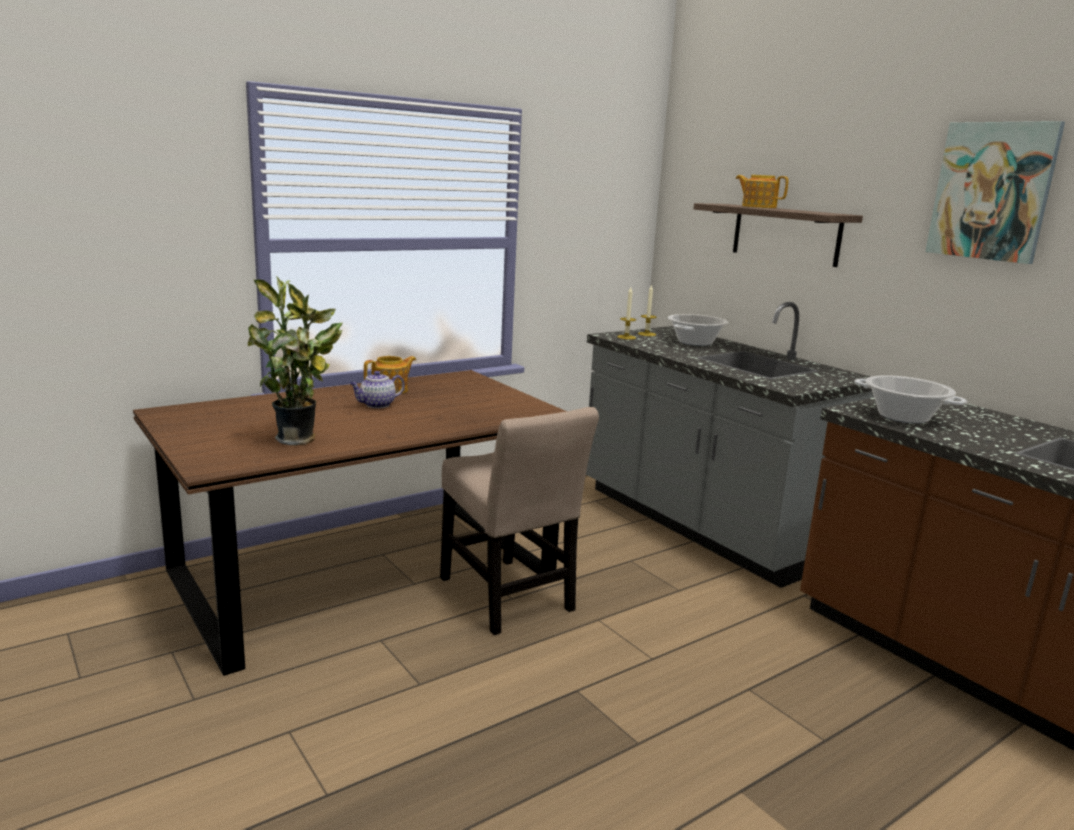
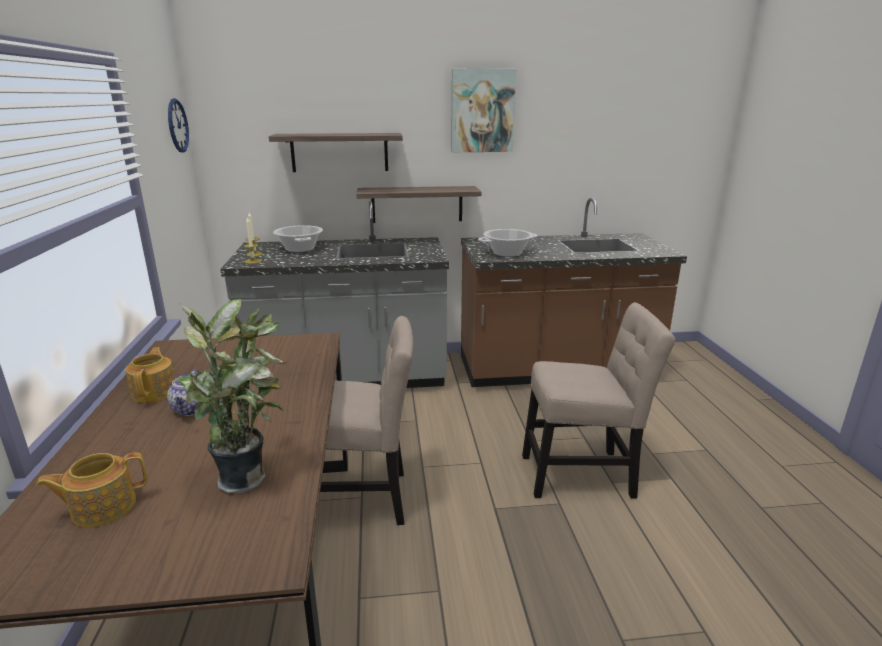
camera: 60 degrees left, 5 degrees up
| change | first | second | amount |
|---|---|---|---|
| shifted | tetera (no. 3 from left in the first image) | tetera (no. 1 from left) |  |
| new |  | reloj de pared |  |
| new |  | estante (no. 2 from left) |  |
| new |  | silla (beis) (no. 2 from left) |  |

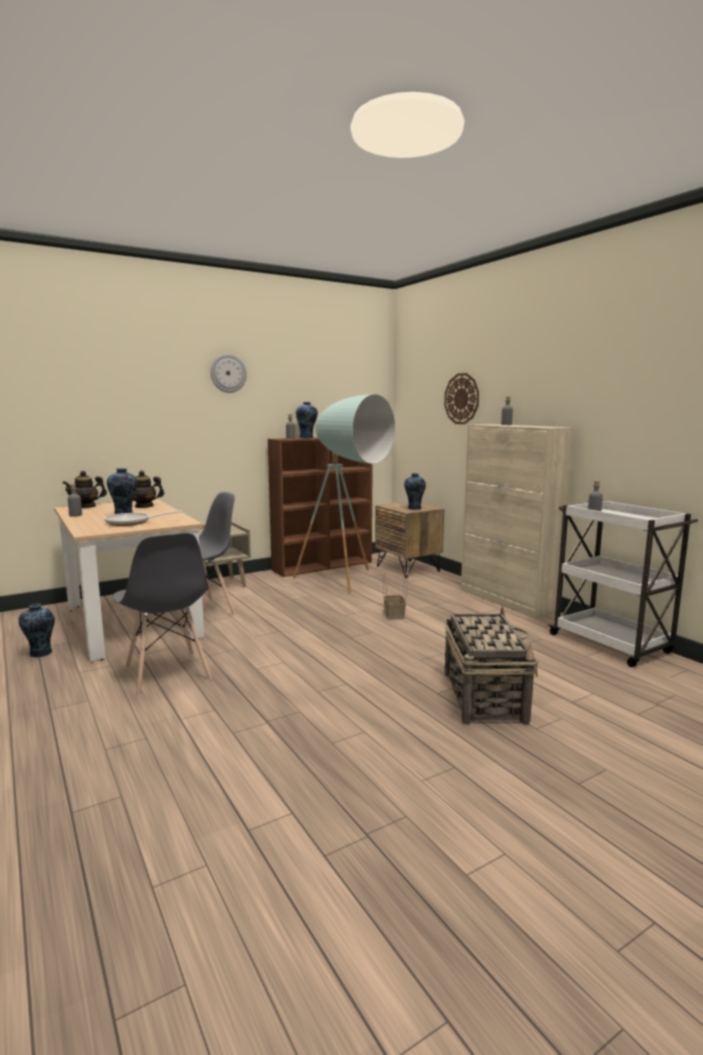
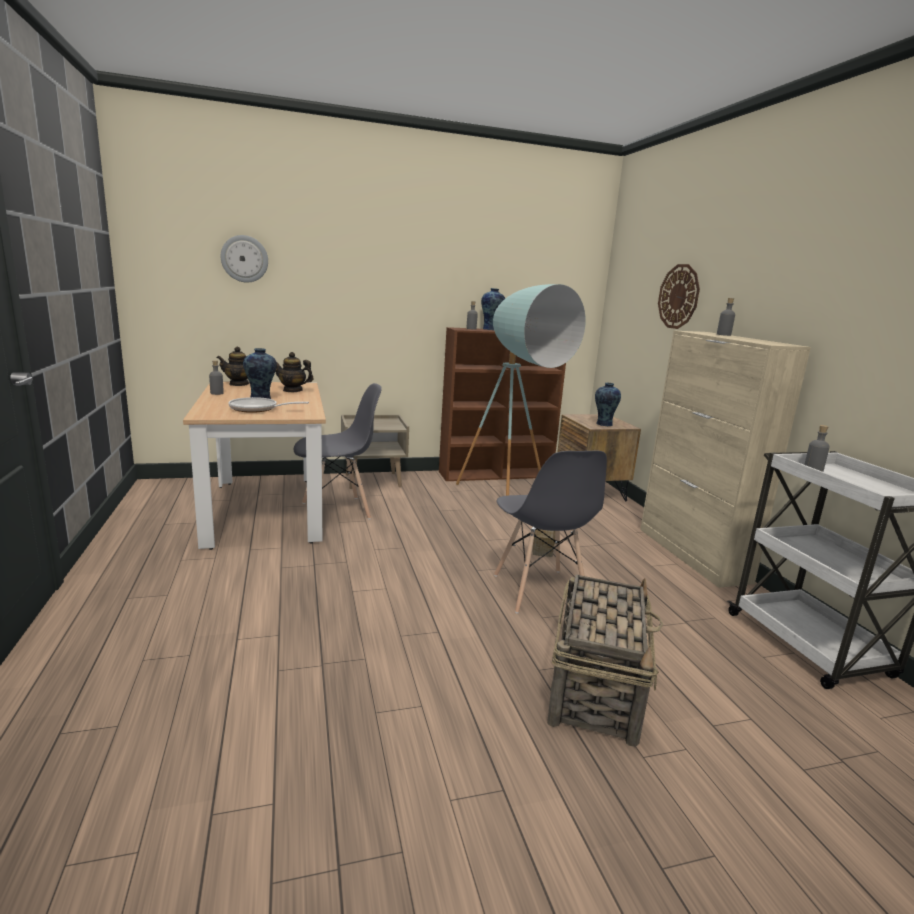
camera: 15 degrees right, 5 degrees up
| change | first | second | amount |
|---|---|---|---|
| gone | florero (no. 1 from left) |  |  |
| shifted | silla (gris) (no. 1 from left in the first image) | silla (gris) (no. 2 from left) |  |
| shifted | reloj de pared (no. 1 from left) |  |  |

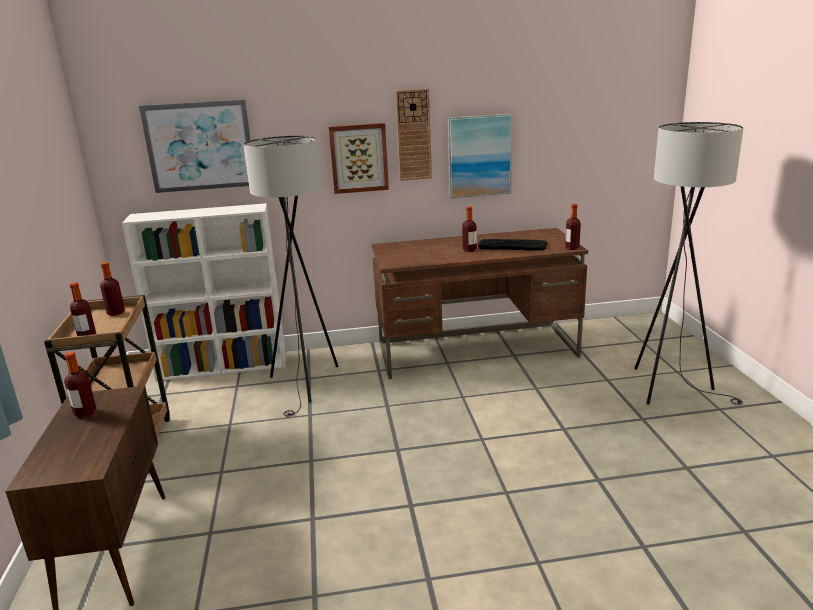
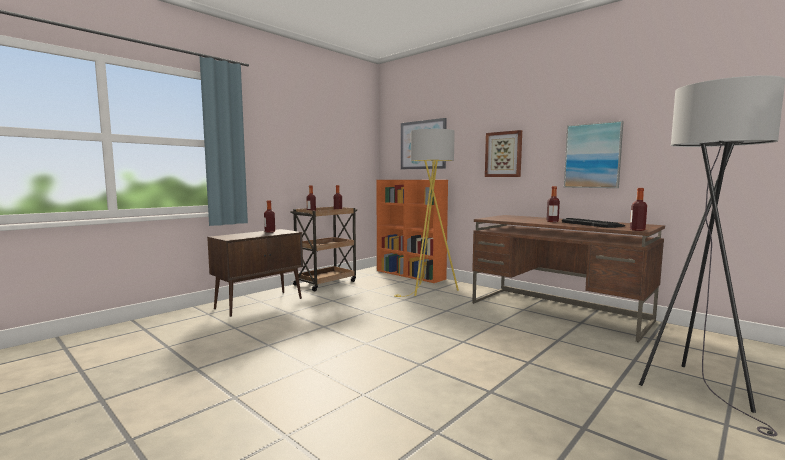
camera: 50 degrees right, 15 degrees down
| change | first | second | amount |
|---|---|---|---|
| repainted | estantería (blanco) | estantería (naranja) |  |
| repainted | lámpara de pie (gris) (no. 1 from left) | lámpara de pie (amarillo) |  |
| gone | reloj de pared |  |  |

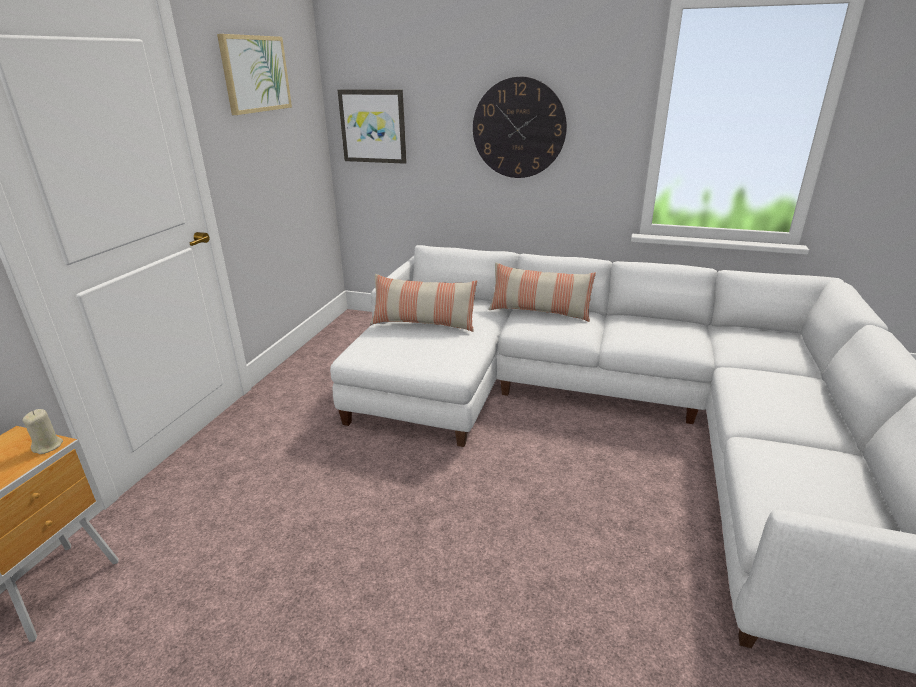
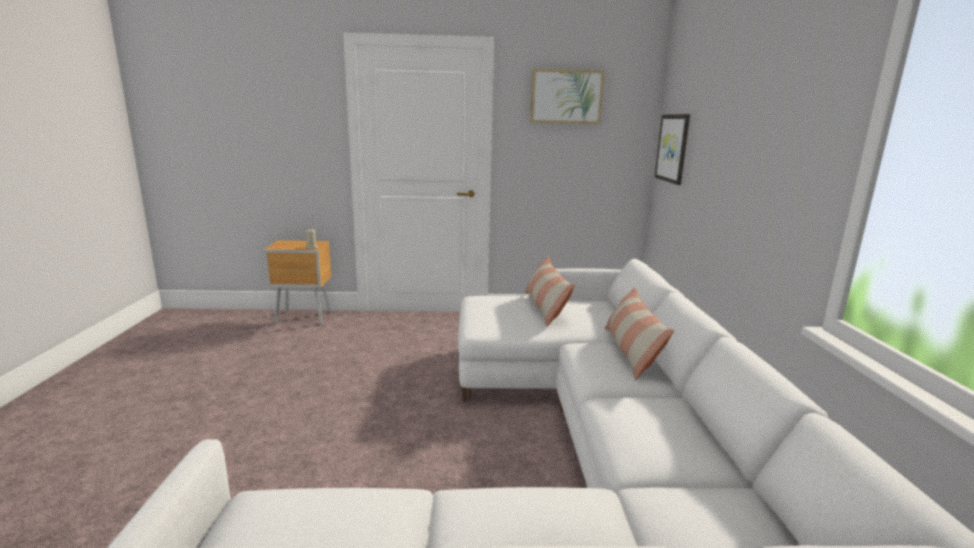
camera: 70 degrees right, 10 degrees down
| change | first | second | amount |
|---|---|---|---|
| gone | reloj de pared |  |  |

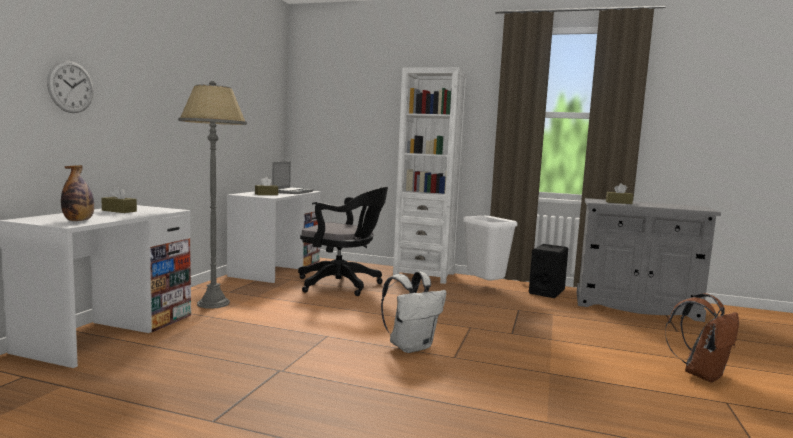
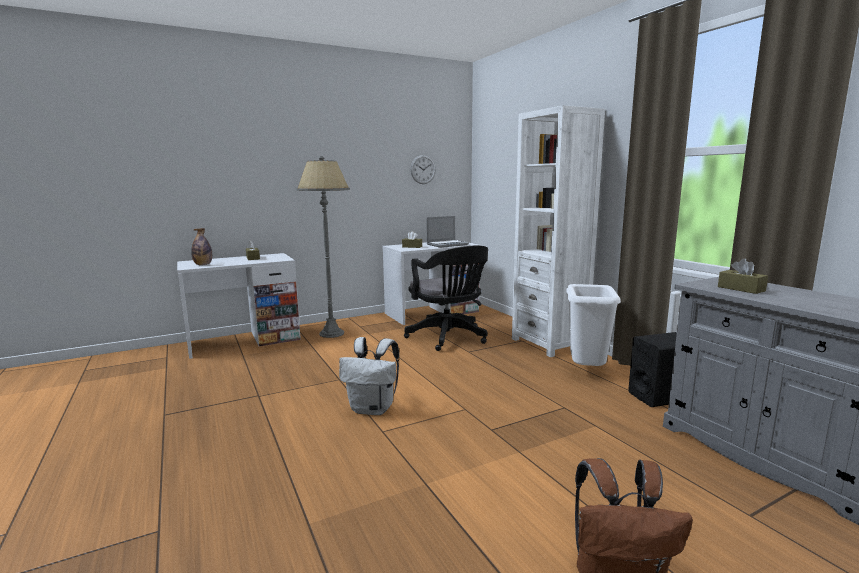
camera: 45 degrees right, 5 degrees up
| change | first | second | amount |
|---|---|---|---|
| shifted | reloj de pared |  |  |

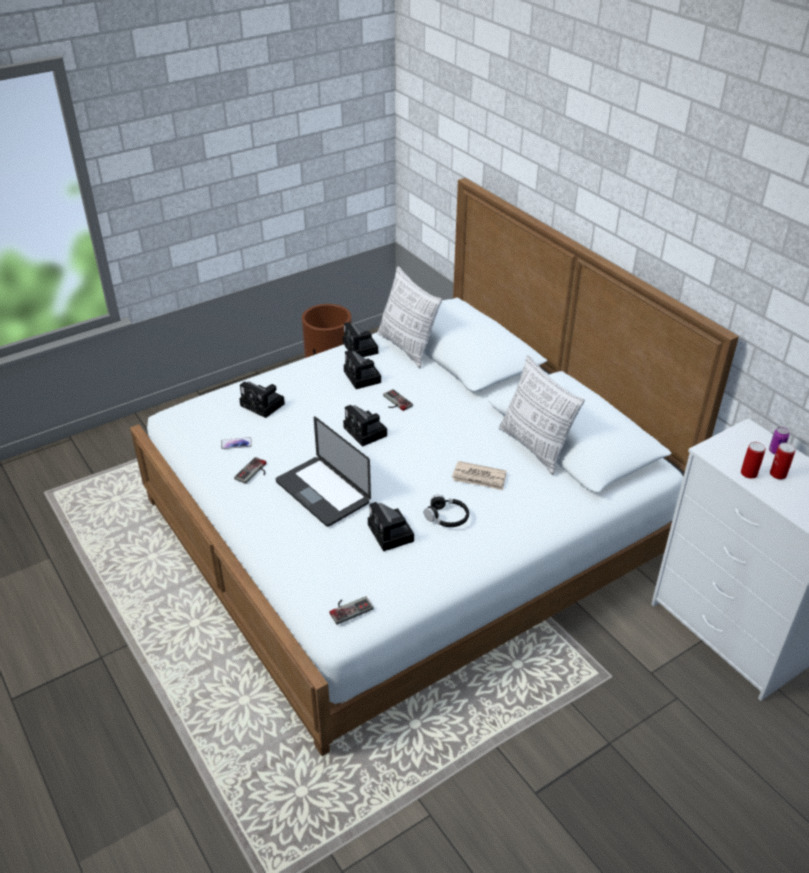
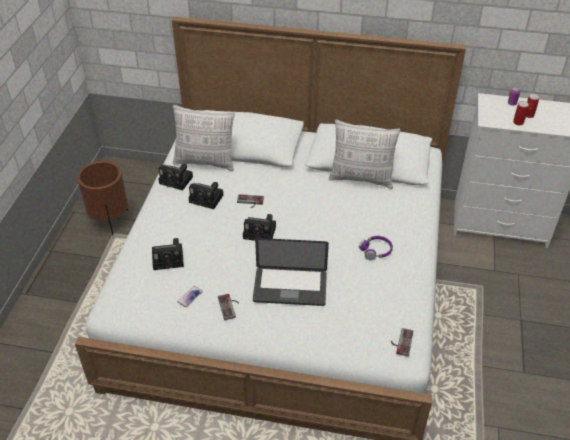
camera: 45 degrees left, 5 degrees up
| change | first | second | amount |
|---|---|---|---|
| gone | cámara (no. 5 from left) |  |  |
| repainted | auriculares (negro) | auriculares (morado) |  |
| gone | periódico |  |  |

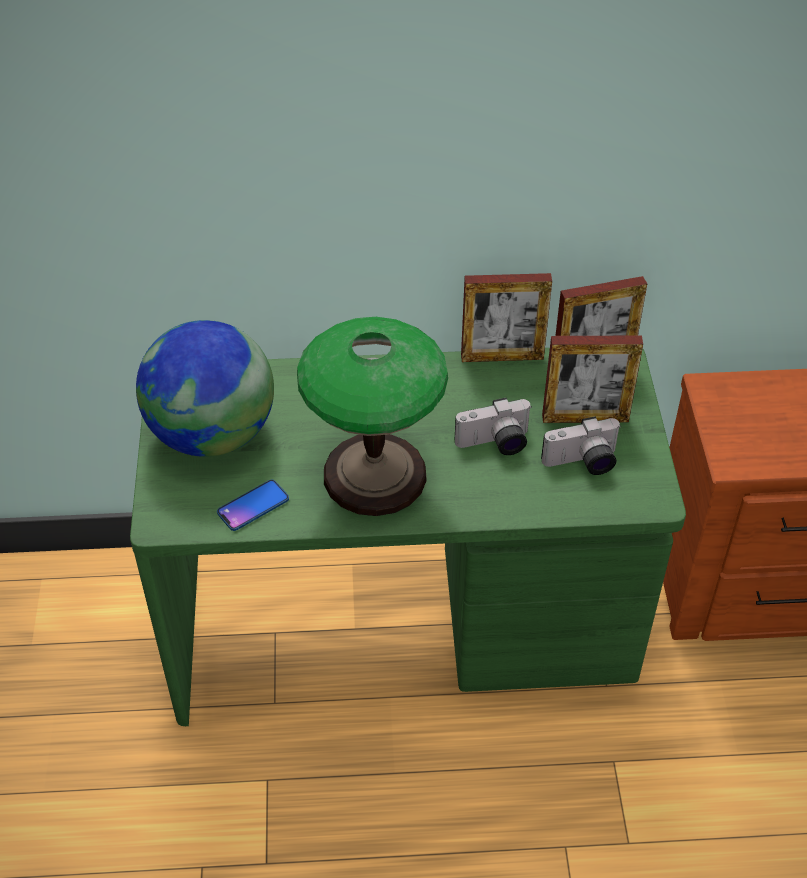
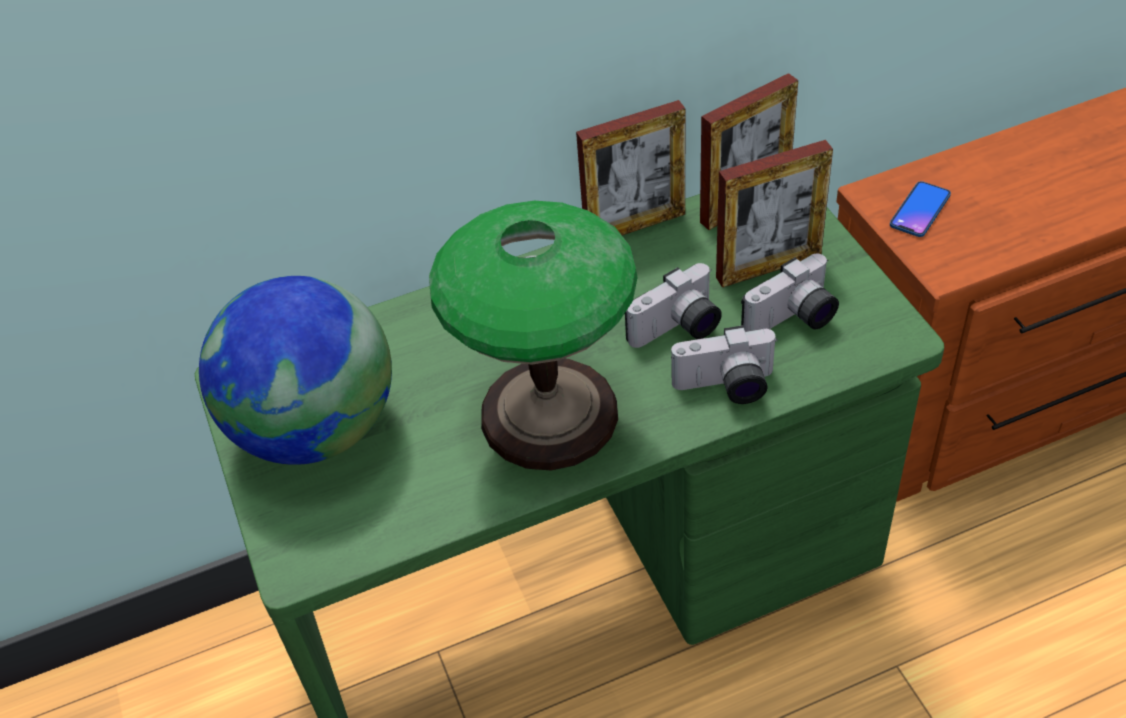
camera: 15 degrees left, 0 degrees up
| change | first | second | amount |
|---|---|---|---|
| shifted | móvil |  |  |
| new |  | cámara (no. 2 from left) |  |

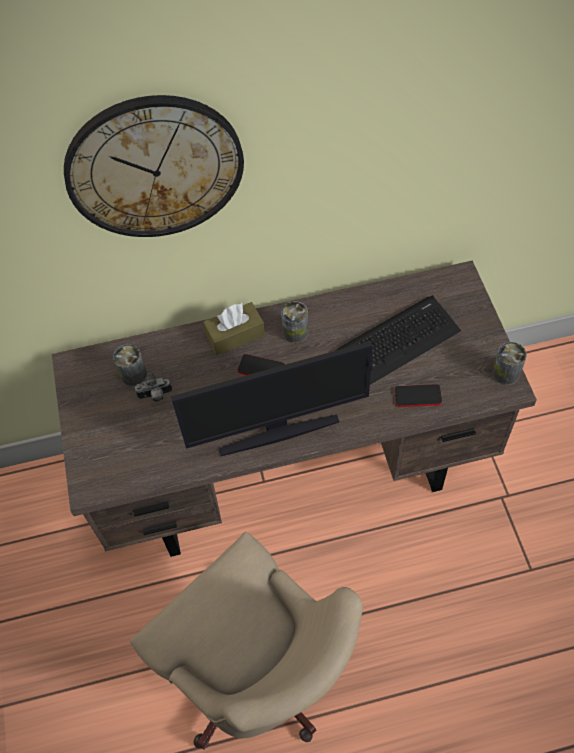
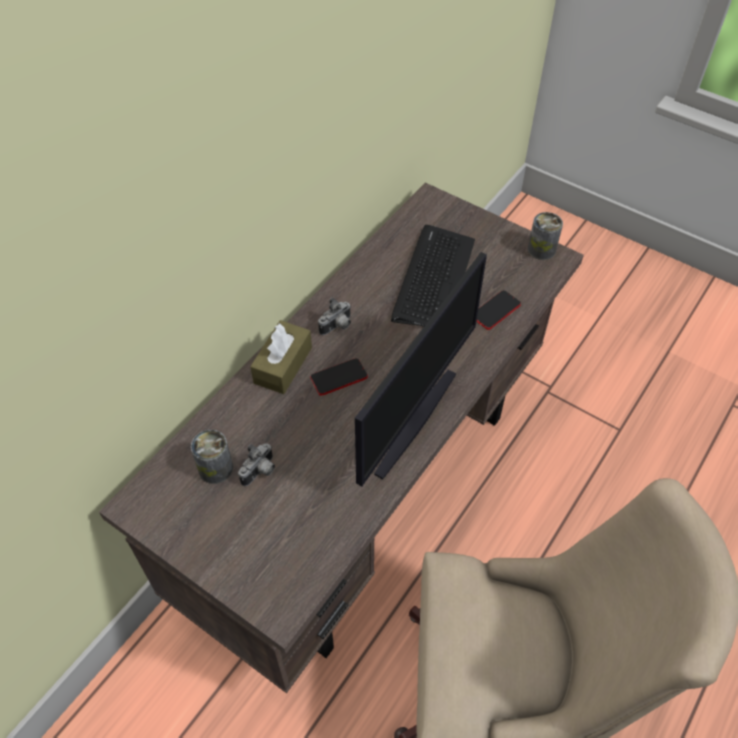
camera: 45 degrees left, 5 degrees down
| change | first | second | amount |
|---|---|---|---|
| gone | reloj de pared |  |  |
| swapped | lata (no. 2 from left) | cámara (no. 2 from left) |  |

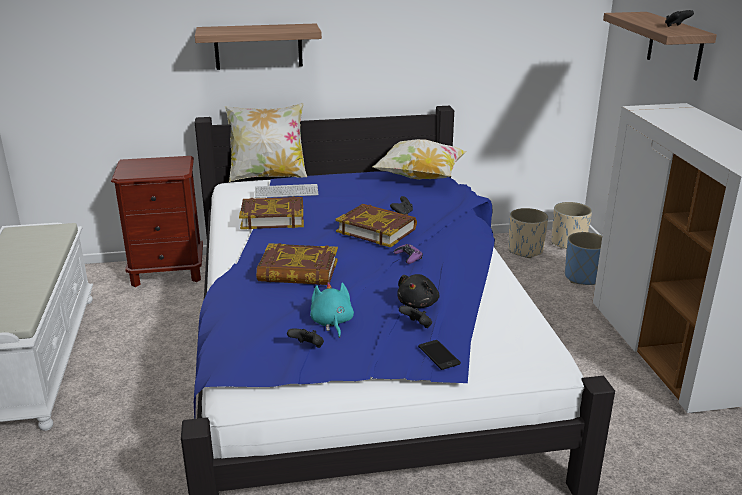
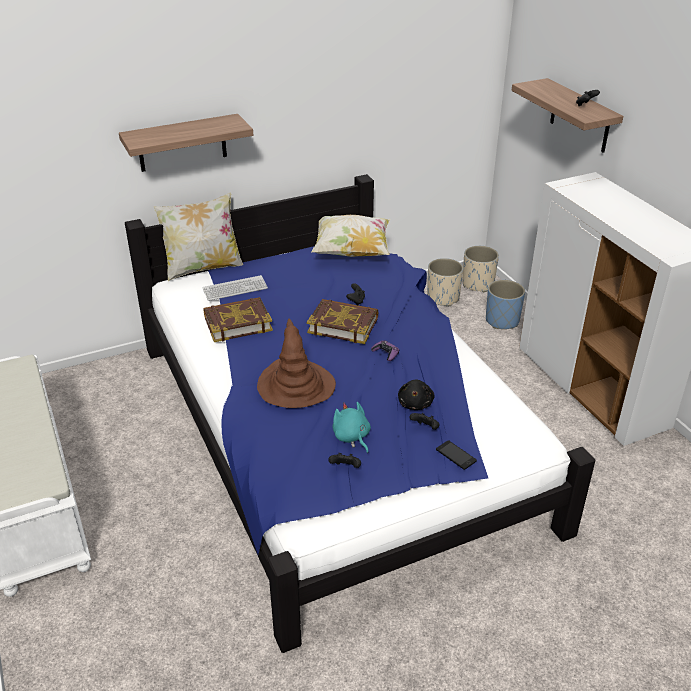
camera: 15 degrees left, 10 degrees up
| change | first | second | amount |
|---|---|---|---|
| gone | mesita de noche (marrón) |  |  |
| swapped | libro (no. 2 from left) | sombrero (marrón) |  |

